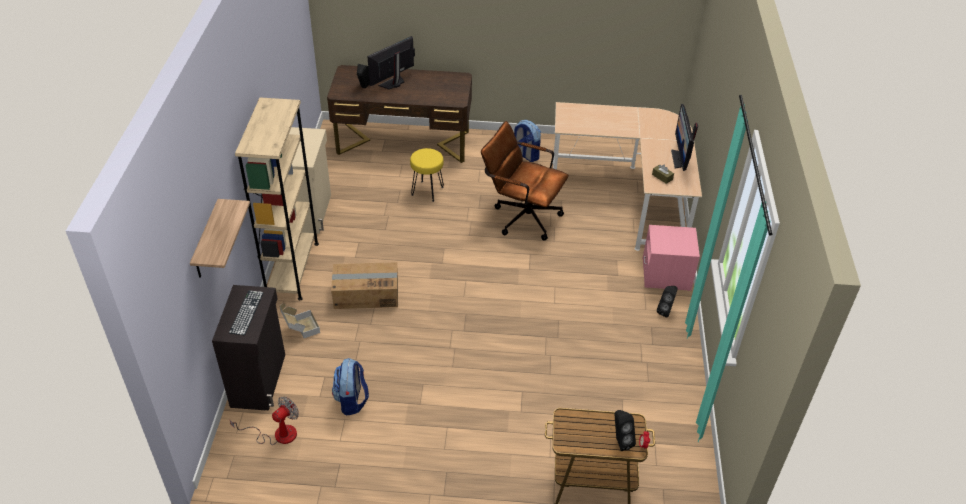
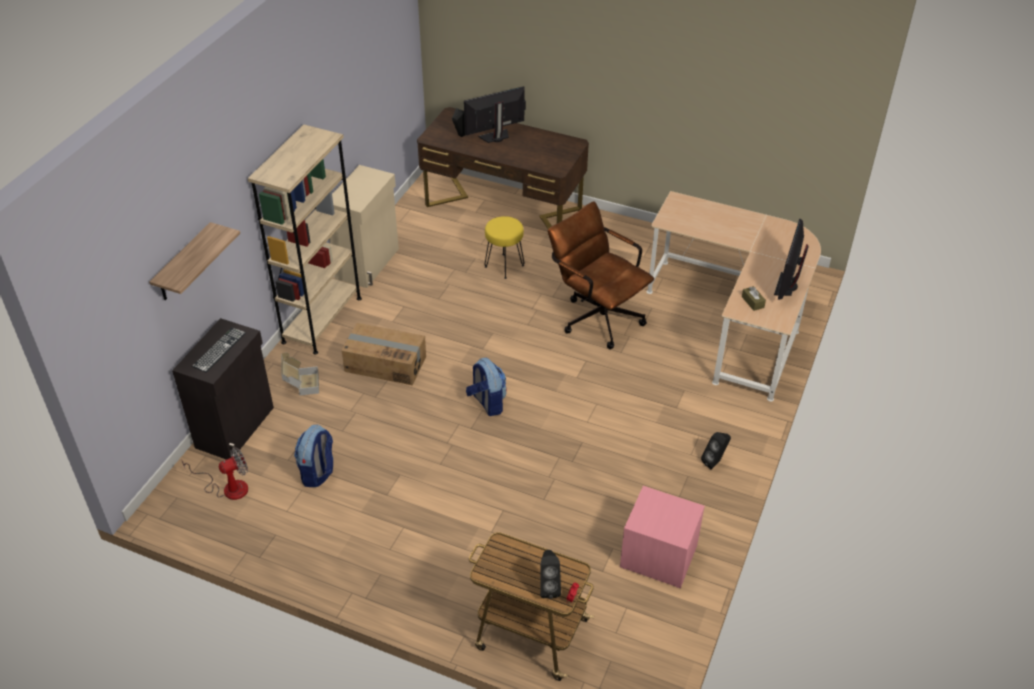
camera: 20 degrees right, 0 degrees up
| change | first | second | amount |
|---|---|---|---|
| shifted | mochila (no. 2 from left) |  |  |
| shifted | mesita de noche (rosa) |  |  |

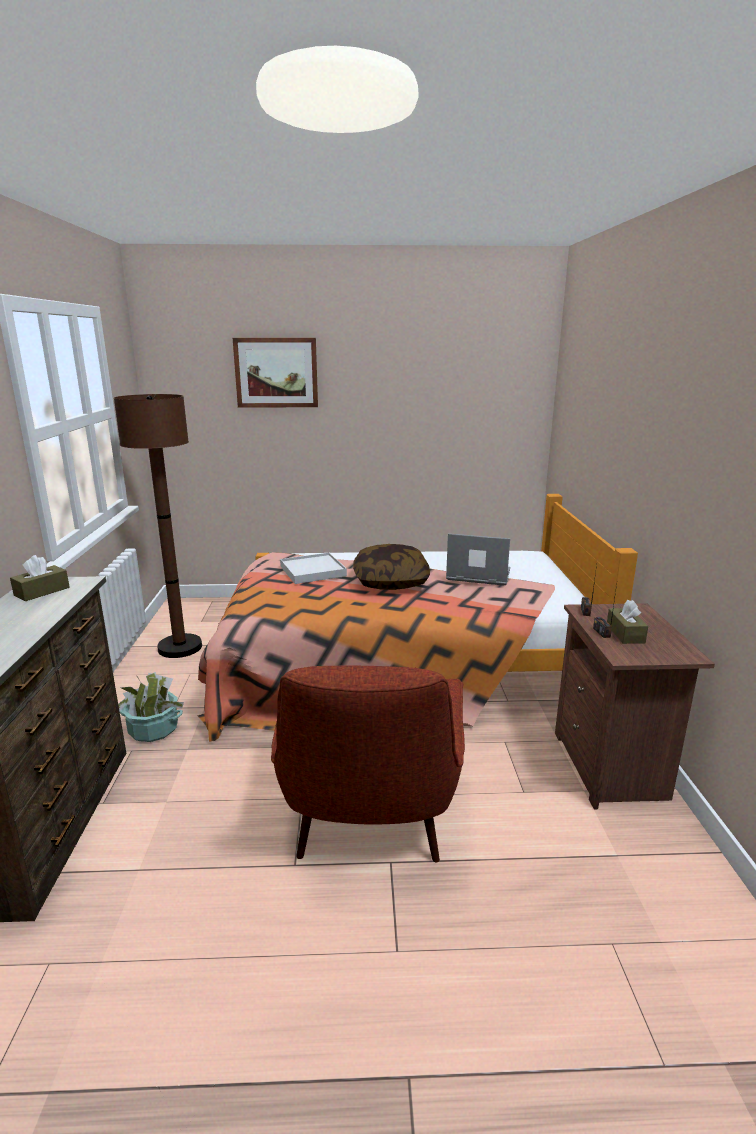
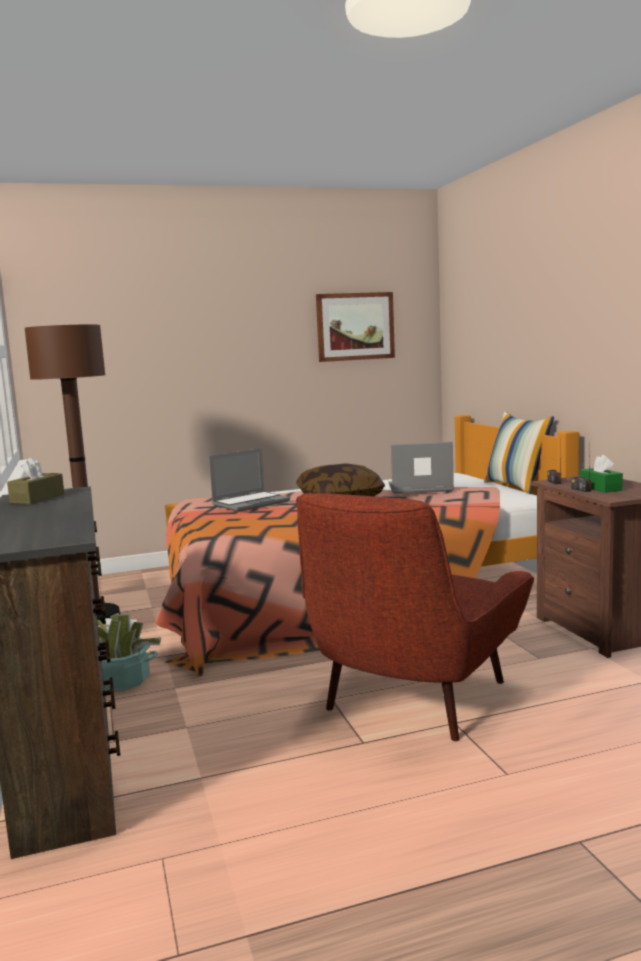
camera: 15 degrees left, 10 degrees down
| change | first | second | amount |
|---|---|---|---|
| shifted | cuadro |  |  |
| rotated | sillón (rojo) |  | 45 degrees clockwise |
| swapped | bandeja (blanco) | portátil (no. 1 from left) |  |
| repainted | caja de pañuelos (marrón) (no. 2 from left) | caja de pañuelos (verde) |  |
| new |  | cojín (no. 2 from left) |  |

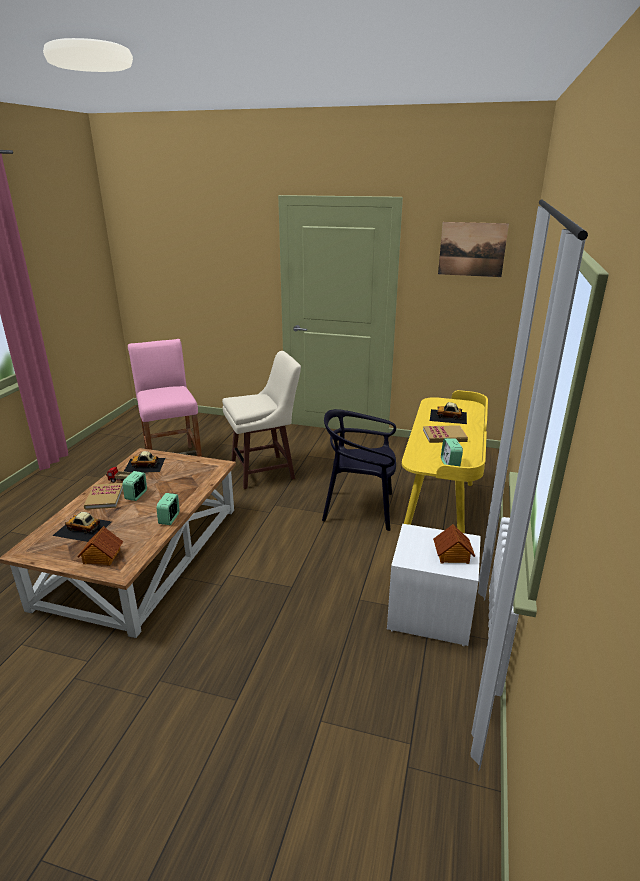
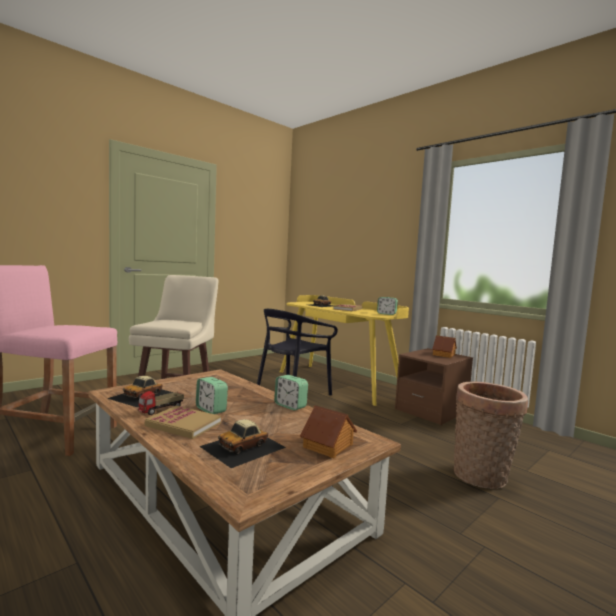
camera: 60 degrees left, 20 degrees down
| change | first | second | amount |
|---|---|---|---|
| repainted | mesita de noche (blanco) | mesita de noche (marrón) |  |
| gone | cuadro |  |  |
| new |  | cesta |  |

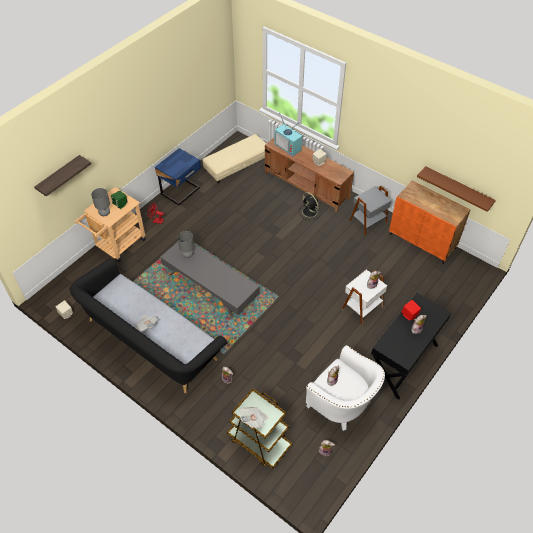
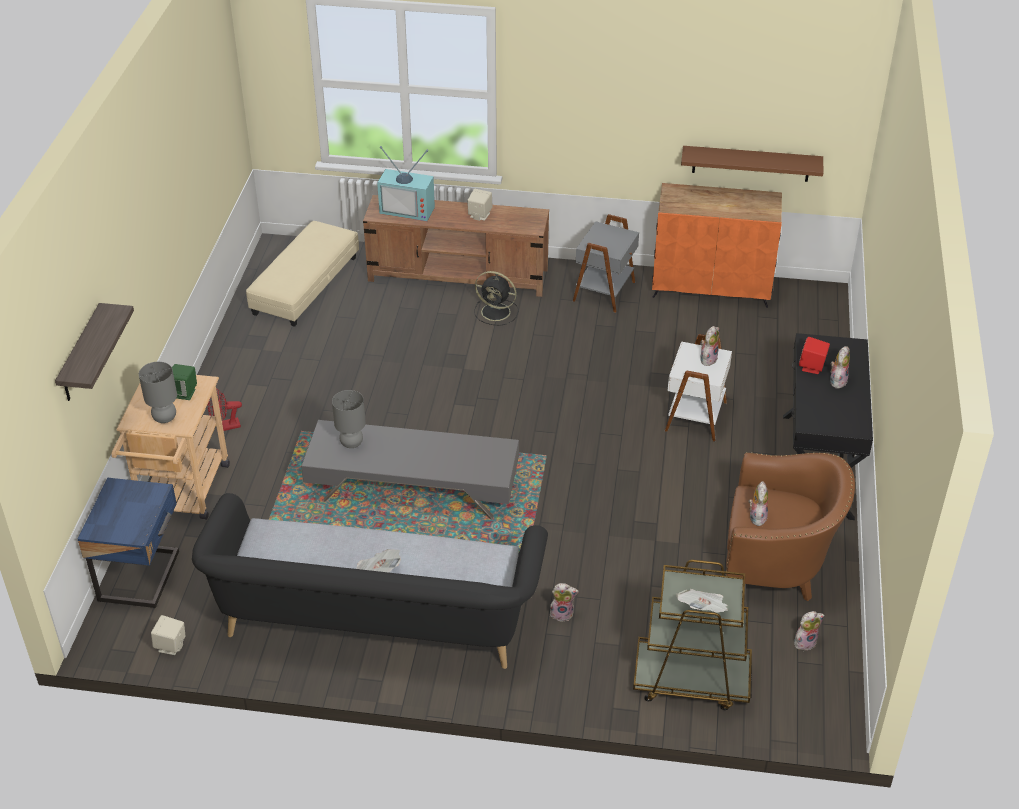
camera: 30 degrees left, 10 degrees down
| change | first | second | amount |
|---|---|---|---|
| shifted | mesita de noche (azul) |  |  |
| repainted | sillón (blanco) | sillón (marrón) |  |

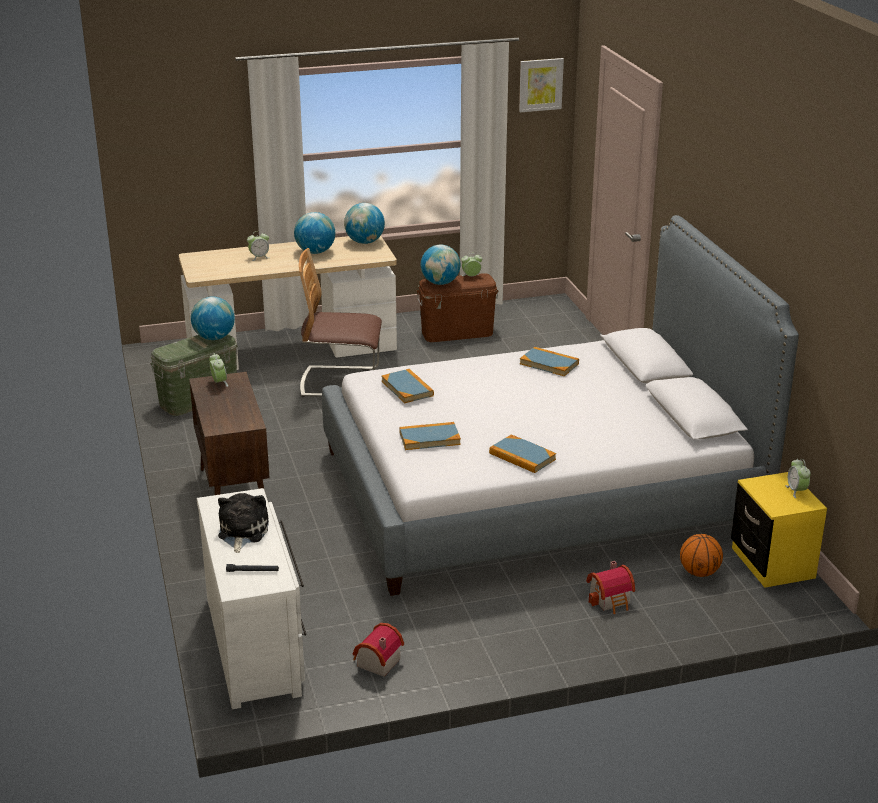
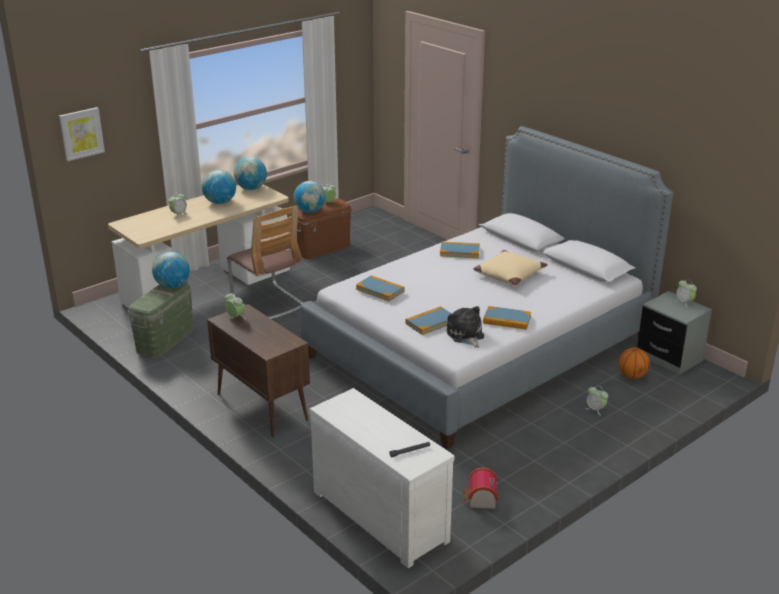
camera: 25 degrees left, 0 degrees up
| change | first | second | amount |
|---|---|---|---|
| shifted | peluche |  |  |
| rotated | silla |  | 105 degrees counterclockwise |
| shifted | cuadro |  |  |
| swapped | casita (no. 2 from left) | despertador (no. 4 from left) |  |
| repainted | mesita de noche (amarillo) | mesita de noche (gris) |  |
| new |  | cojín (beis) |  |

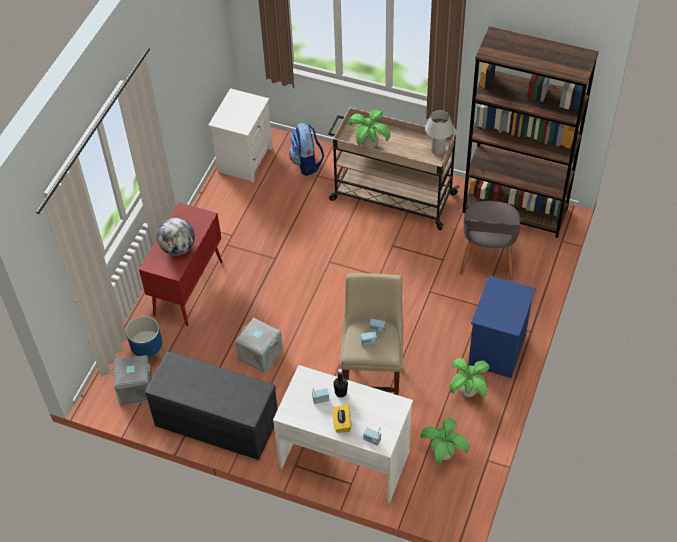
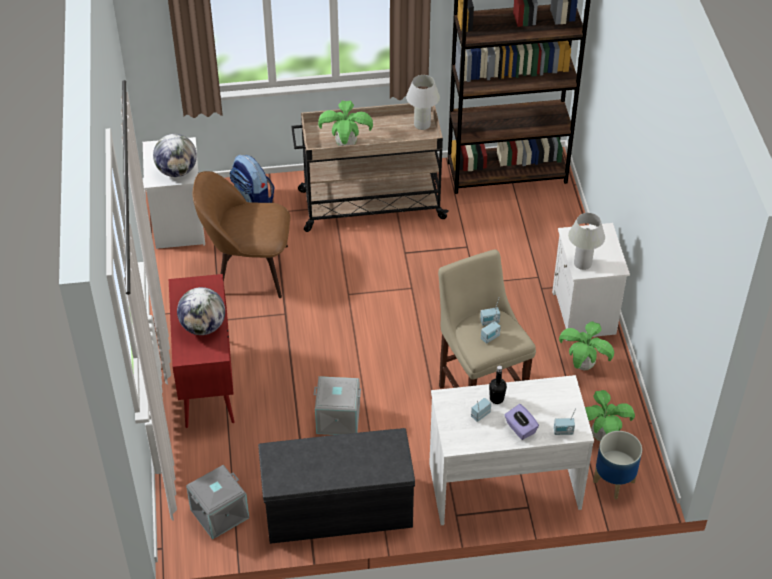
camera: 30 degrees left, 5 degrees down
| change | first | second | amount |
|---|---|---|---|
| shifted | maceta |  |  |
| repainted | caja de pañuelos (amarillo) | caja de pañuelos (morado) |  |
| gone | silla (gris) |  |  |
| repainted | mesita de noche (azul) | mesita de noche (blanco) (no. 2 from left) |  |
| new |  | globo terráqueo (no. 1 from left) |  |
| new |  | silla (marrón) |  |
| new |  | lámpara de mesa (blanco) (no. 2 from left) |  |

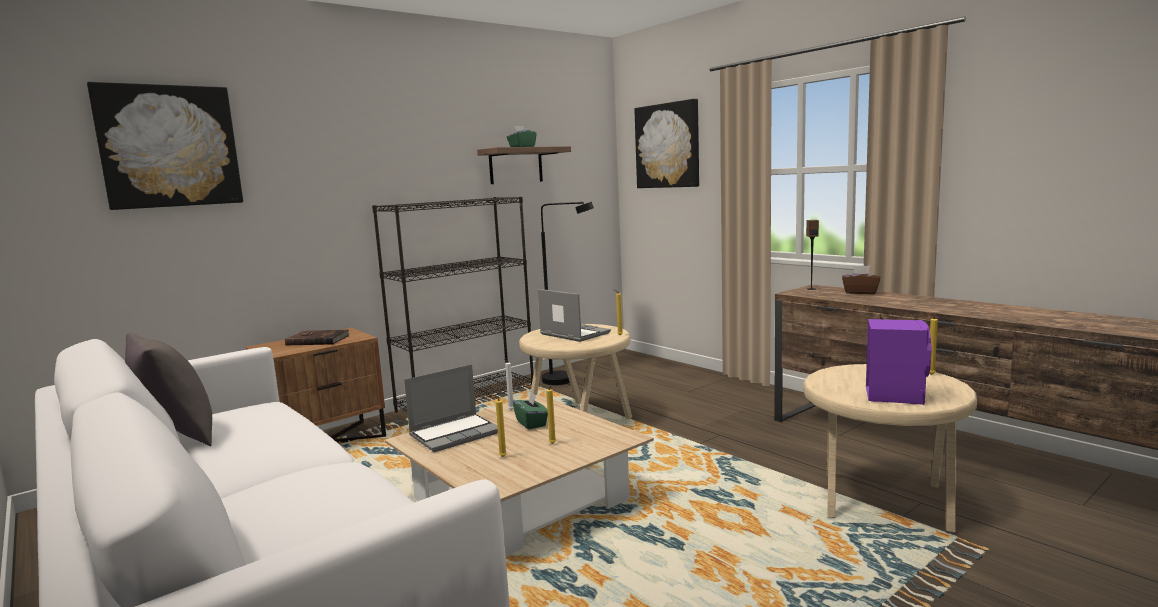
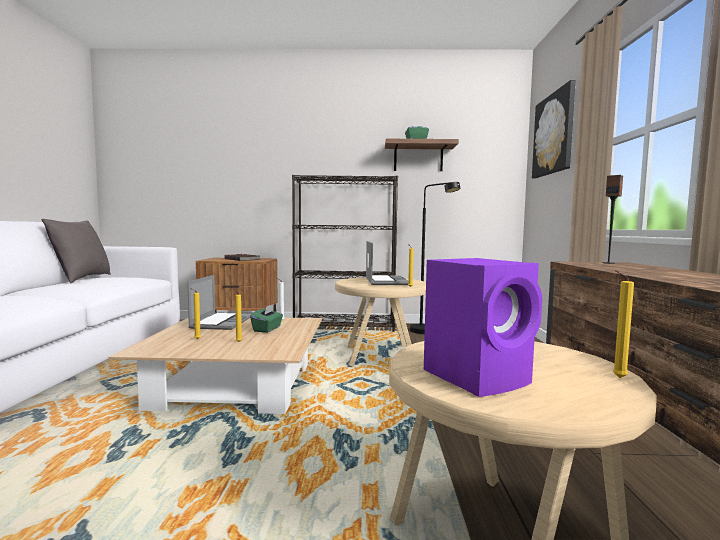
camera: 40 degrees right, 5 degrees down
| change | first | second | amount |
|---|---|---|---|
| gone | cuadro (no. 1 from left) |  |  |
| rotated | portátil (no. 1 from left) |  | 90 degrees counterclockwise |
| gone | caja de pañuelos (marrón) |  |  |

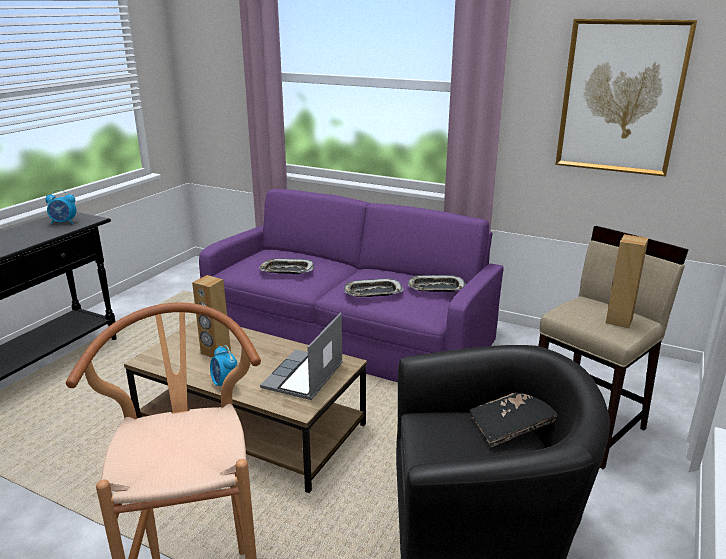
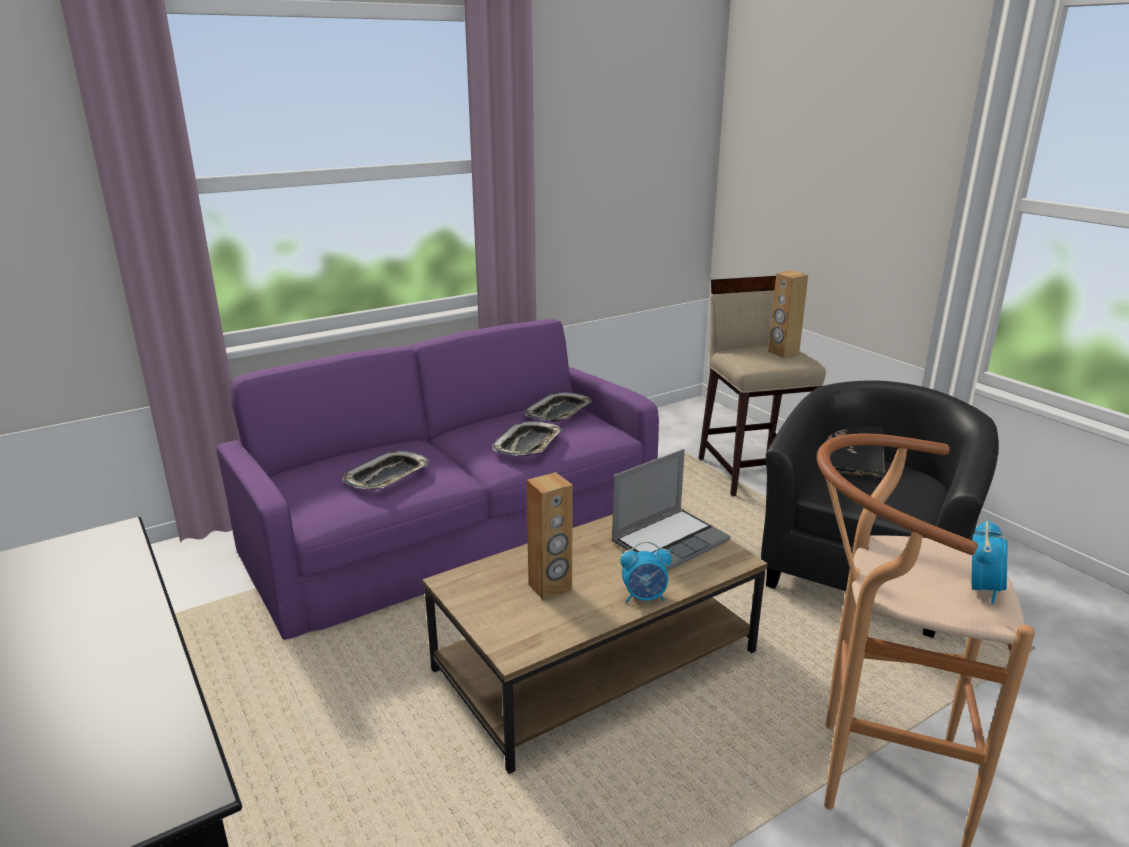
camera: 60 degrees left, 0 degrees up
| change | first | second | amount |
|---|---|---|---|
| shifted | despertador (no. 1 from left in the first image) | despertador (no. 2 from left) |  |
| rotated | portátil |  | 90 degrees counterclockwise |
| gone | cuadro |  |  |

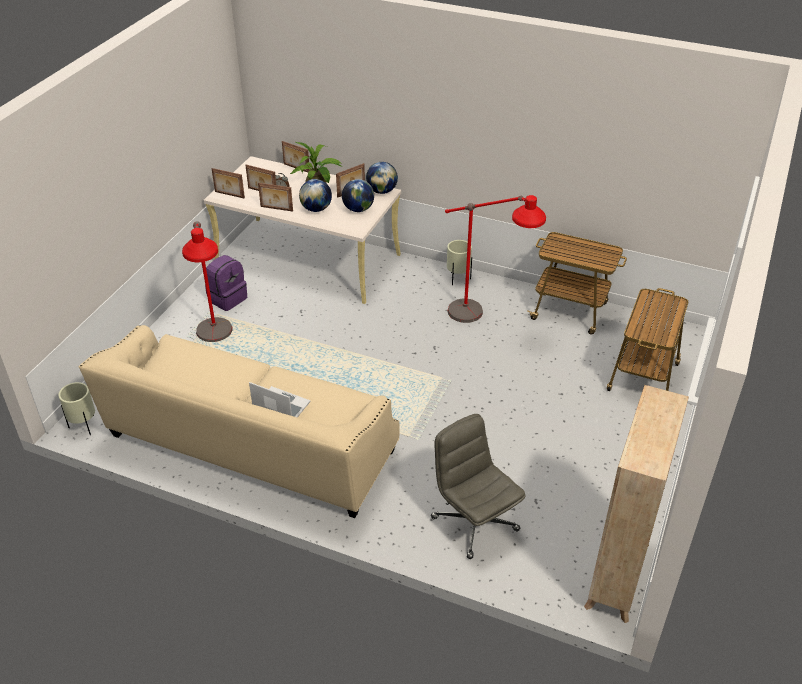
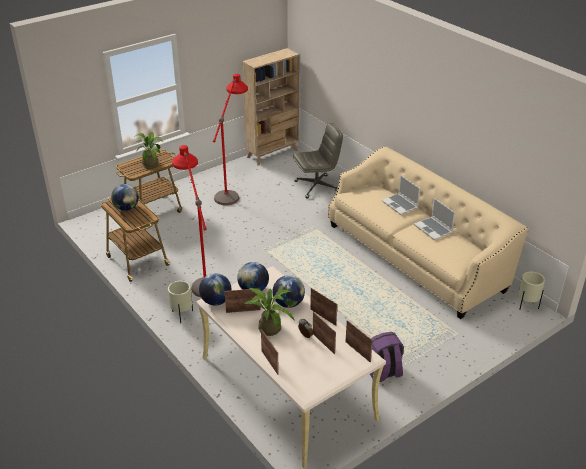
camera: 150 degrees left, 5 degrees down
| change | first | second | amount |
|---|---|---|---|
| shifted | lámpara de pie (rojo) (no. 1 from left in the first image) | lámpara de pie (rojo) (no. 2 from left) |  |
| rotated | silla de oficina (gris) |  | 105 degrees counterclockwise |
| new |  | globo terráqueo (no. 1 from left) |  |
| new |  | planta en maceta (no. 1 from left) |  |
| new |  | portátil (no. 2 from left) |  |

